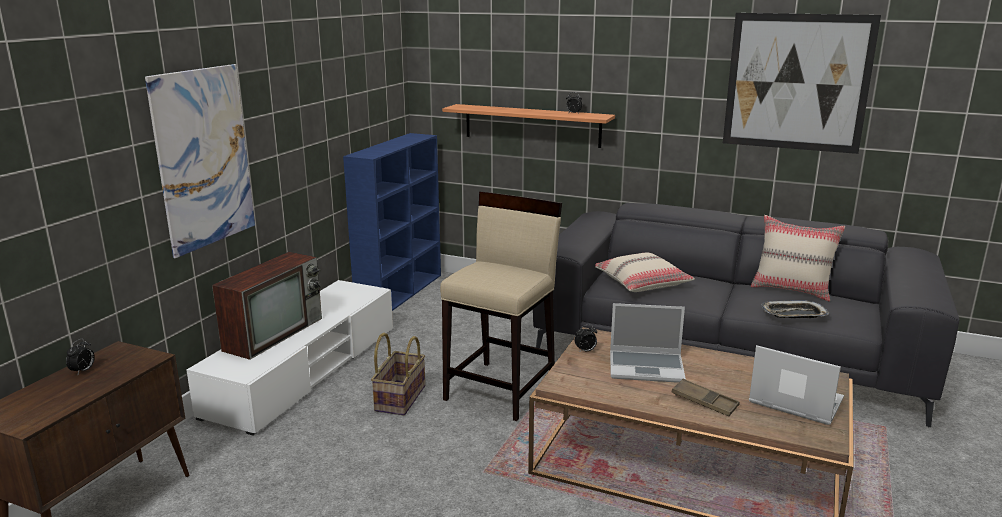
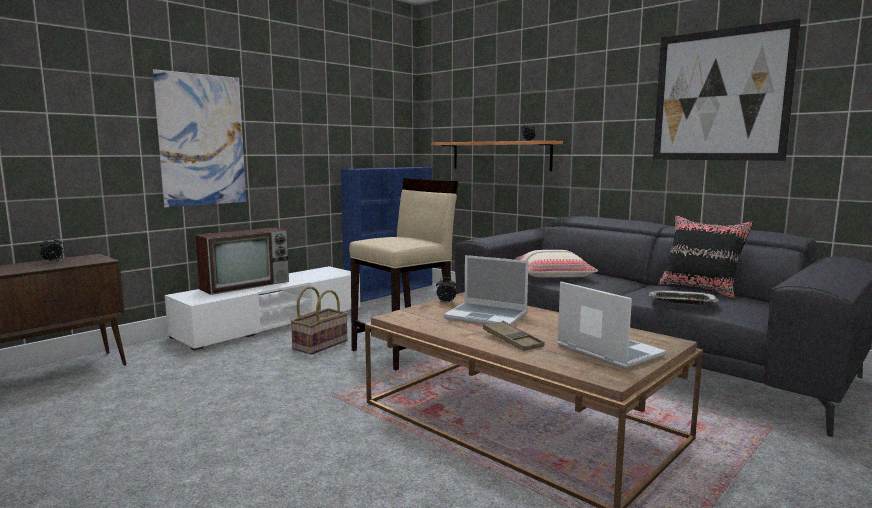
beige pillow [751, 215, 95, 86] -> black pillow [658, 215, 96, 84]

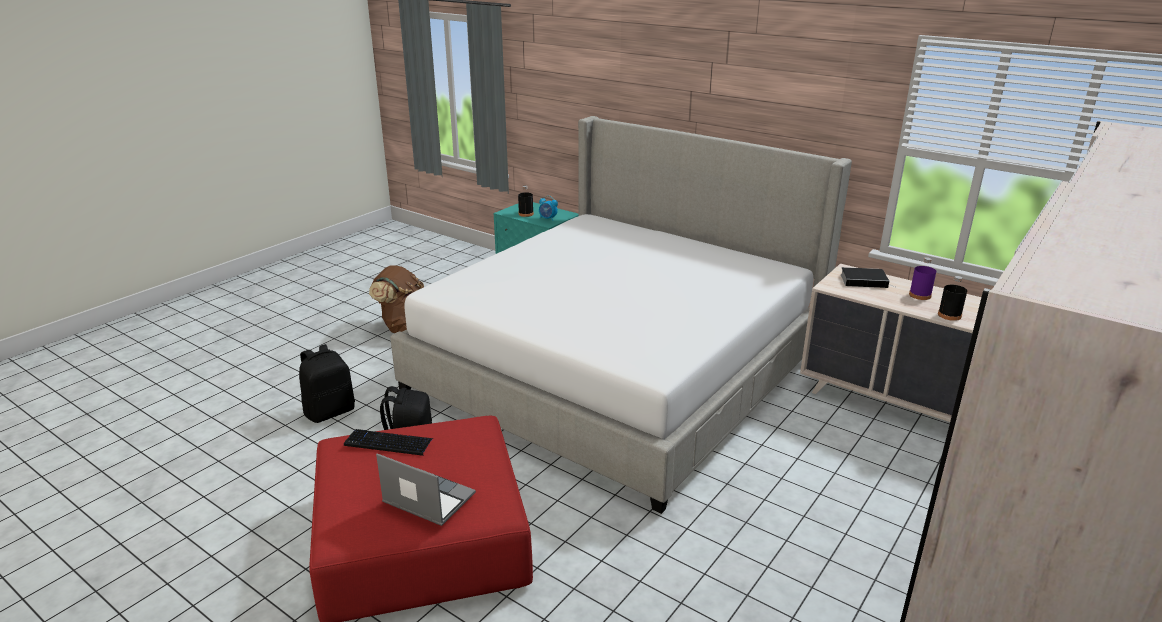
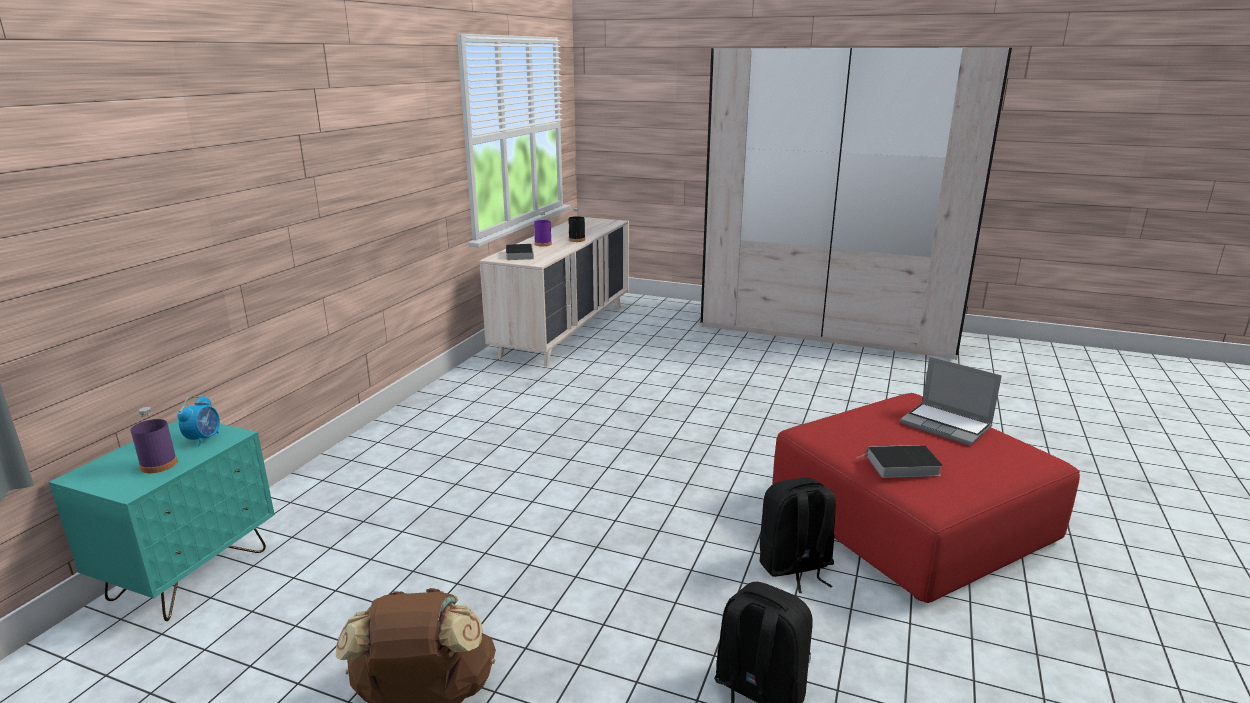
bed [390, 116, 462, 398] -> none
keyboard [344, 429, 90, 27] -> book [856, 445, 87, 33]
black bottle [518, 186, 16, 31] -> purple bottle [131, 407, 47, 66]
laptop [376, 453, 100, 73] -> laptop [900, 357, 102, 88], 60 degrees counterclockwise

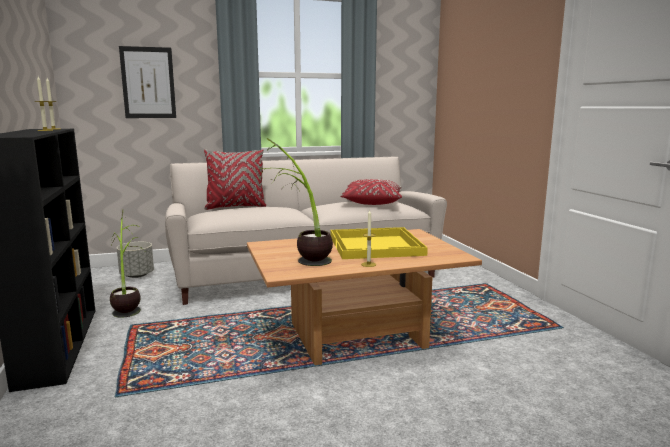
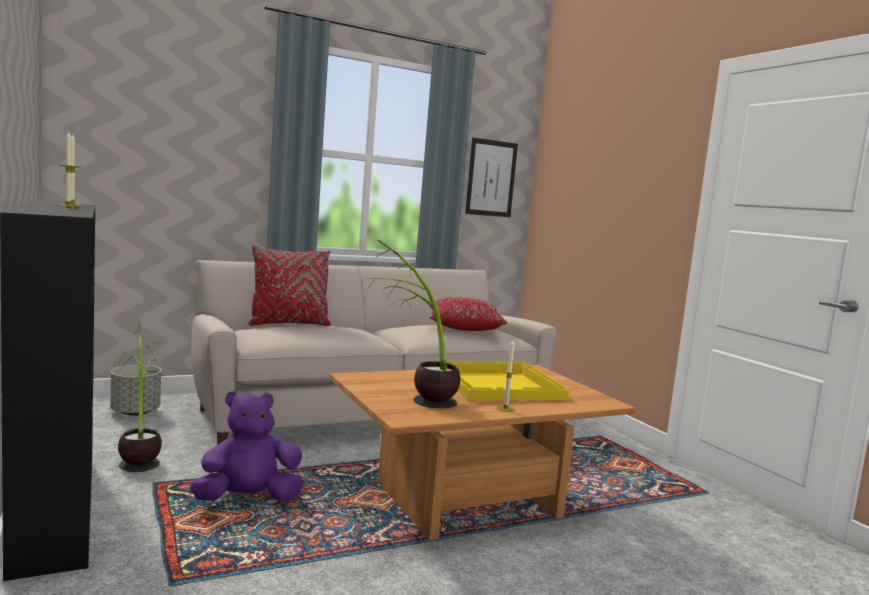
none -> purple plush toy [190, 391, 113, 110]
picture [119, 46, 57, 72] -> picture [465, 138, 53, 79], moved

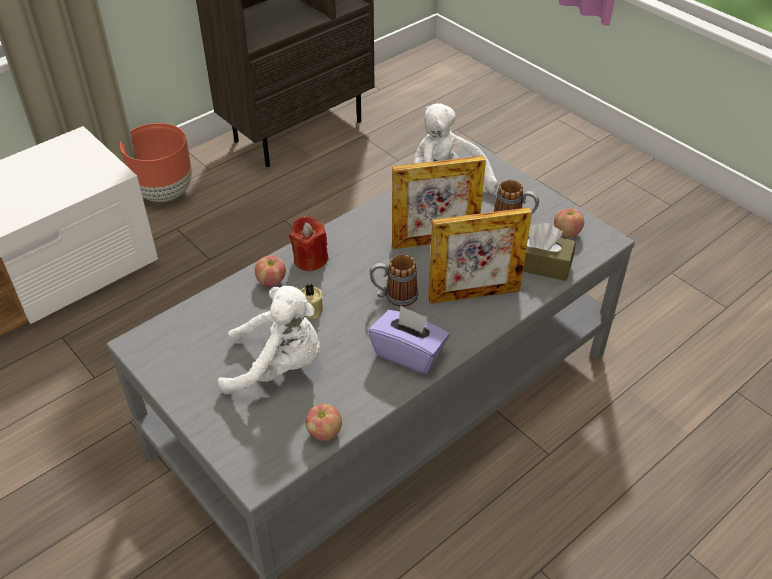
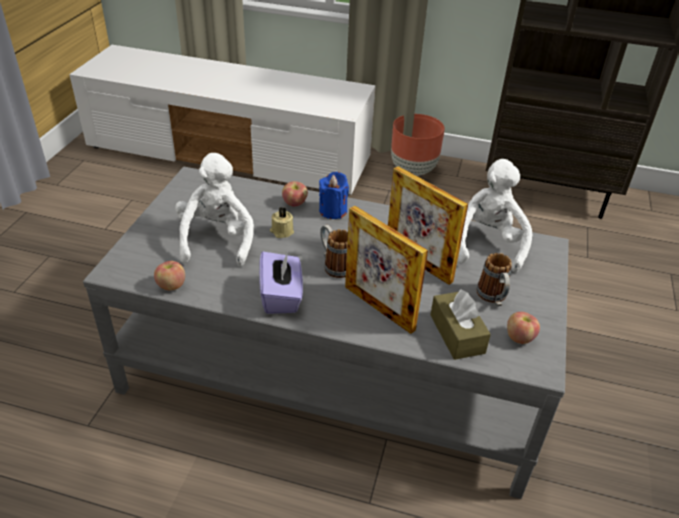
red candle [289, 215, 40, 56] -> blue candle [319, 172, 30, 47]
white plush toy [217, 286, 103, 108] -> white plush toy [175, 153, 79, 113], 150 degrees counterclockwise

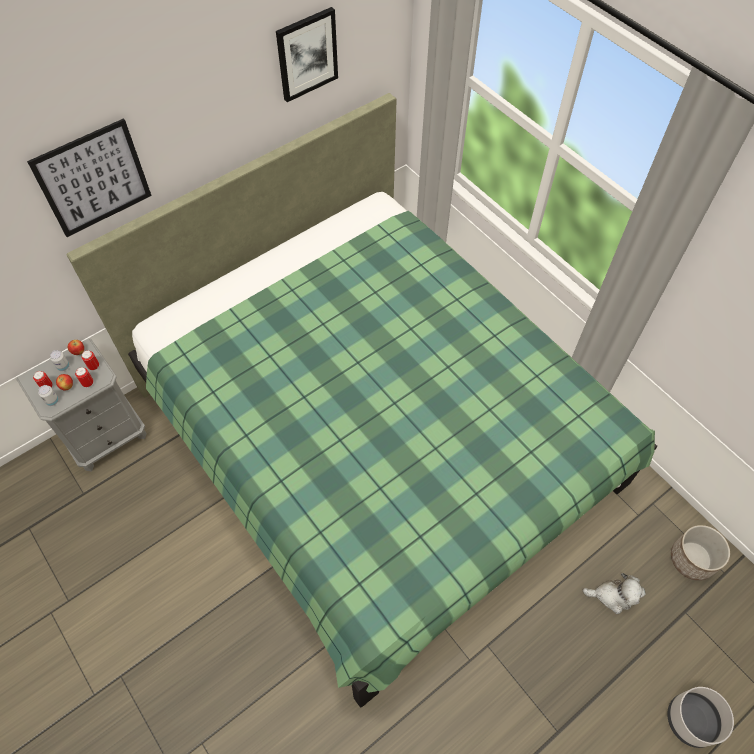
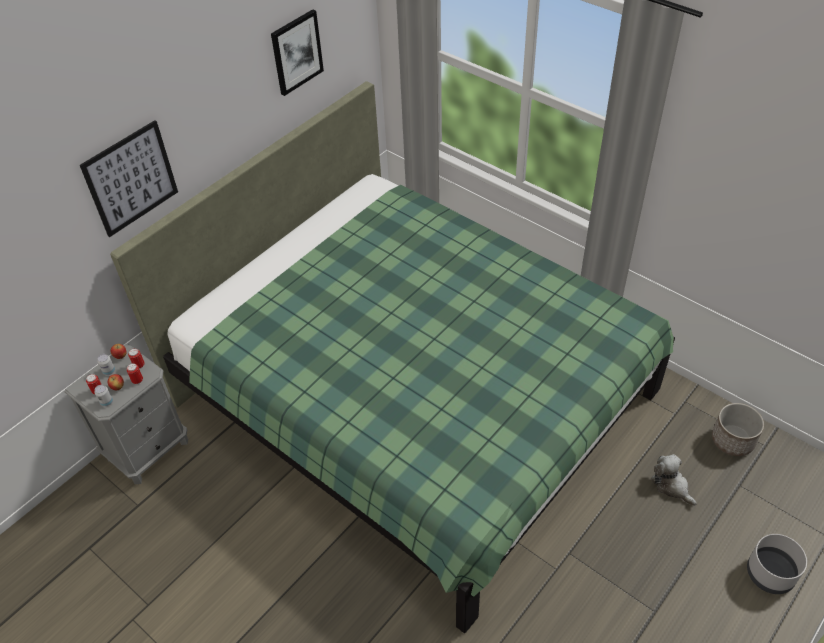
plush toy [582, 573, 64, 41] -> plush toy [651, 454, 46, 52], 120 degrees counterclockwise

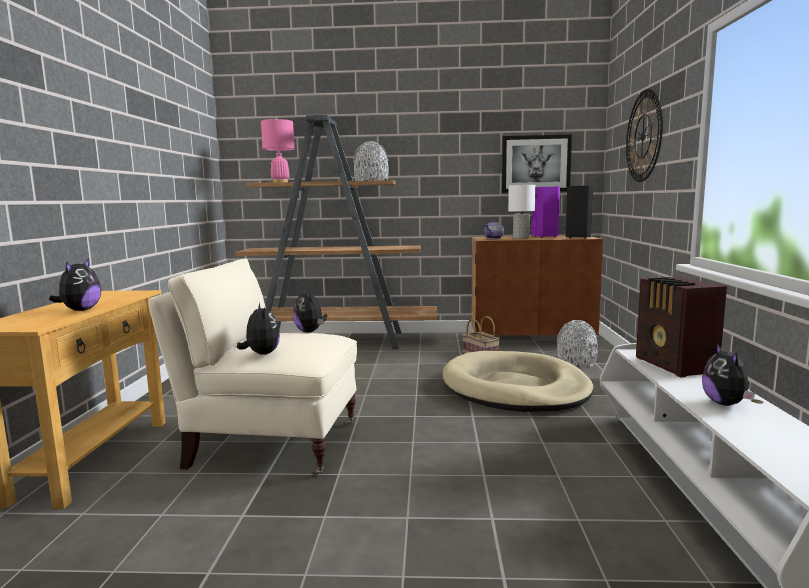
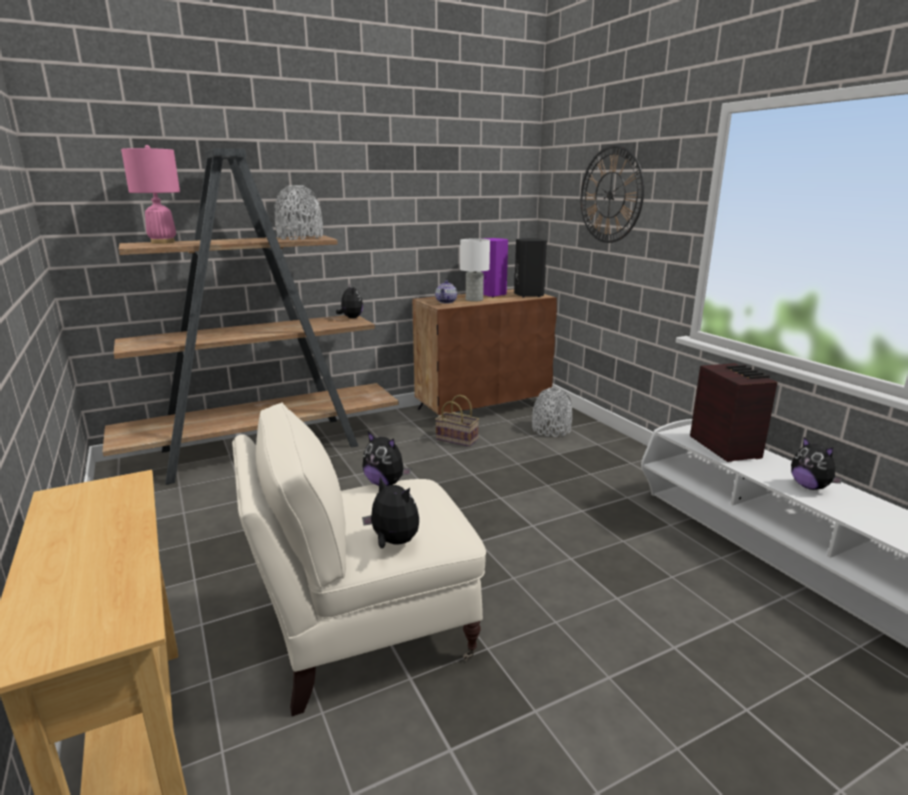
beige dog bed [443, 351, 151, 61] -> none
picture [502, 134, 70, 59] -> none
plush toy [49, 258, 52, 53] -> plush toy [336, 284, 27, 34], moved
radio [636, 277, 91, 101] -> radio [690, 363, 88, 99], 150 degrees counterclockwise

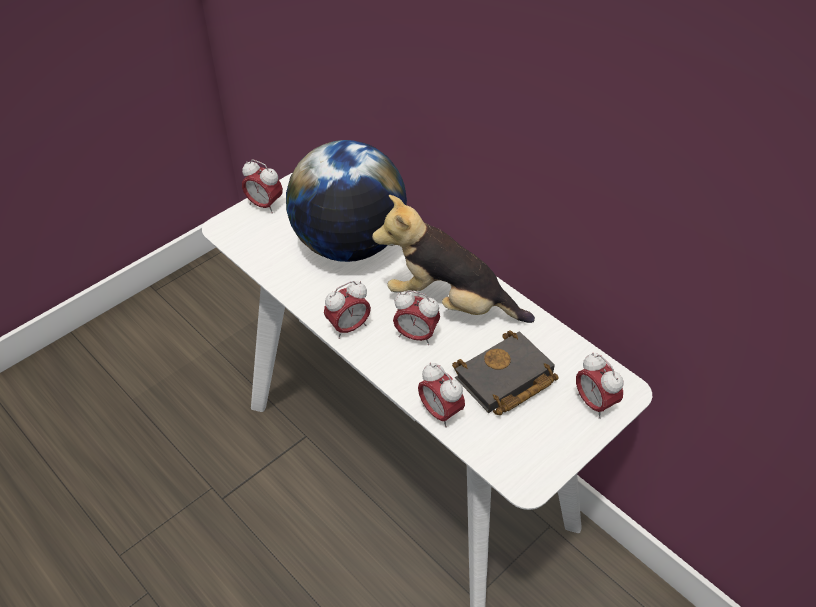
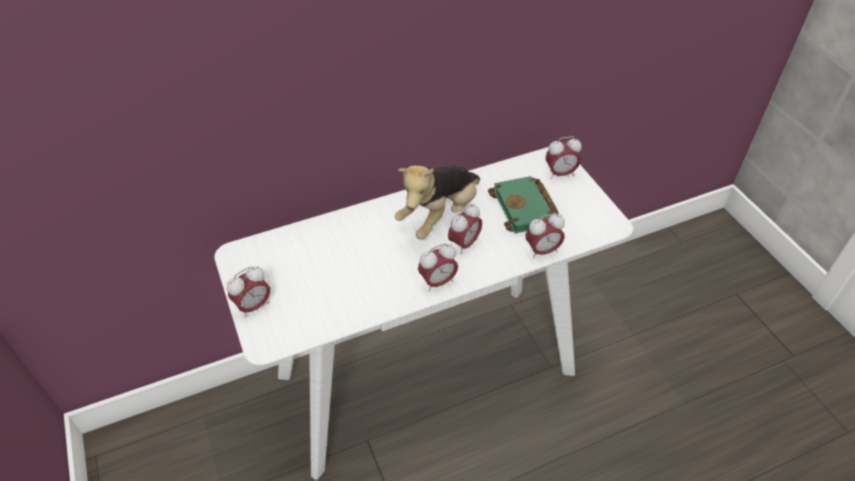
globe [286, 140, 121, 122] -> none
black book [452, 330, 106, 85] -> green book [488, 176, 71, 57]
alarm clock [324, 281, 47, 58] -> alarm clock [418, 244, 40, 48], 75 degrees clockwise

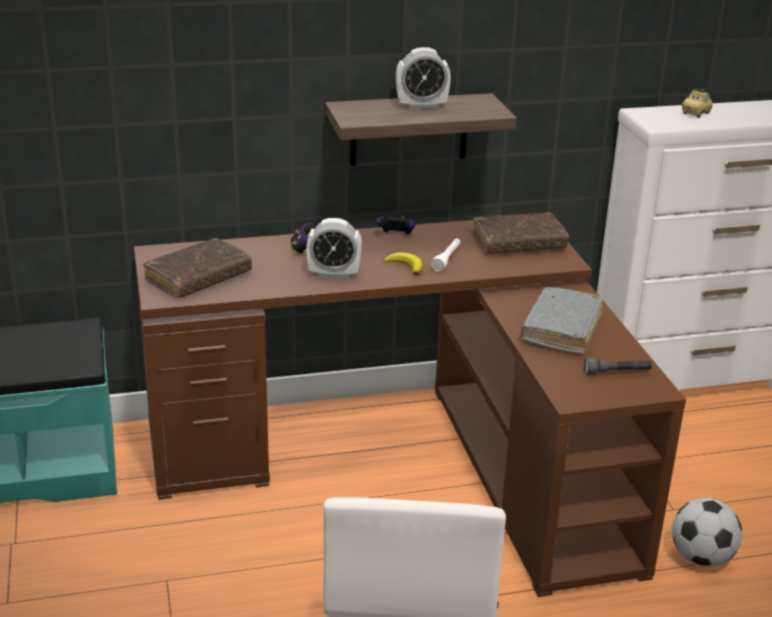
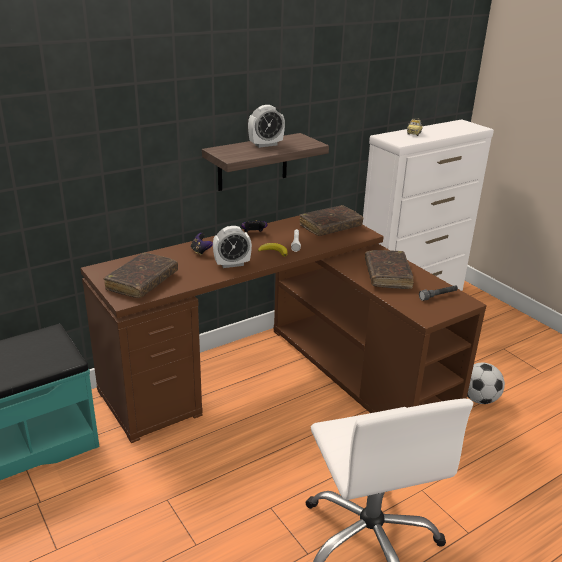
grey book [521, 287, 82, 67] -> brown book [365, 250, 49, 39]

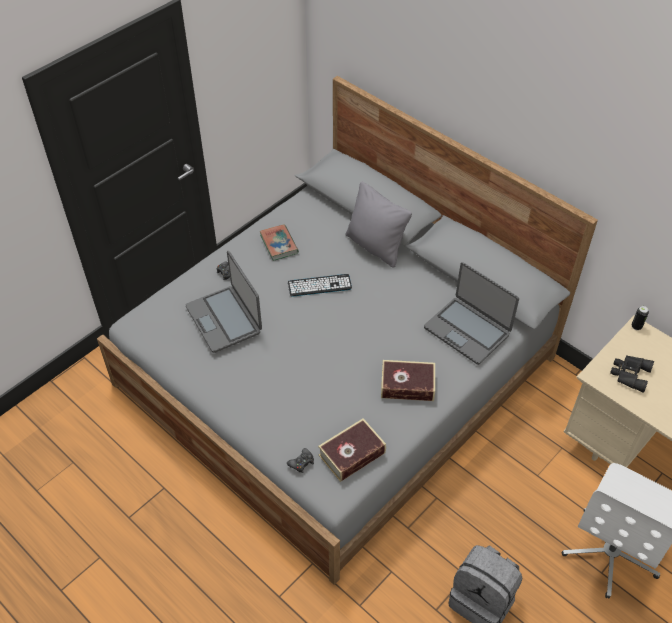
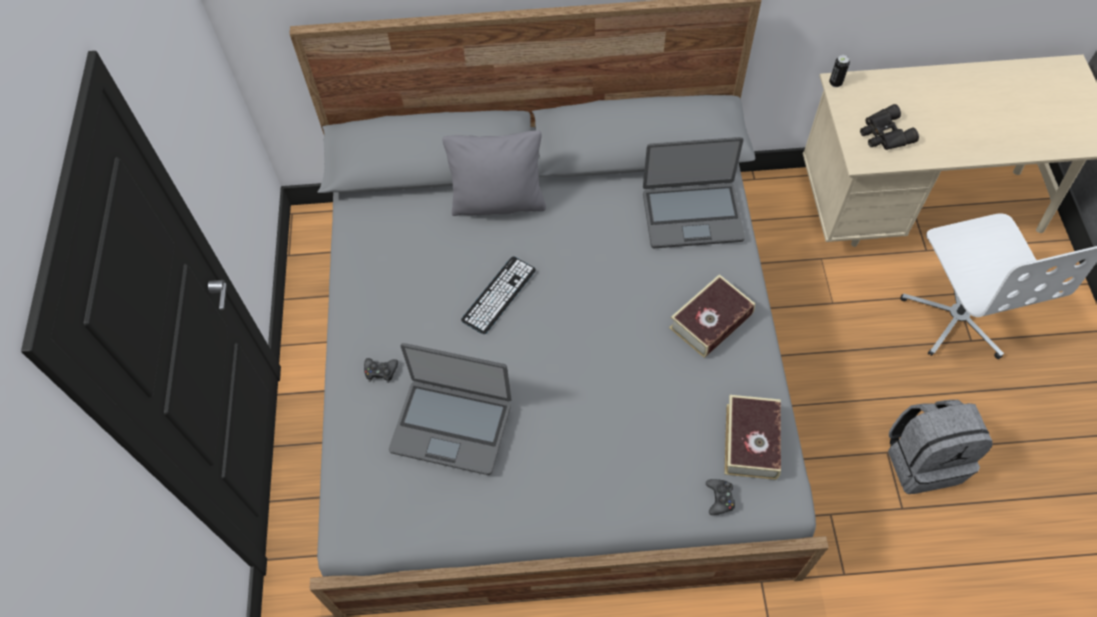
book [259, 224, 40, 37] -> none

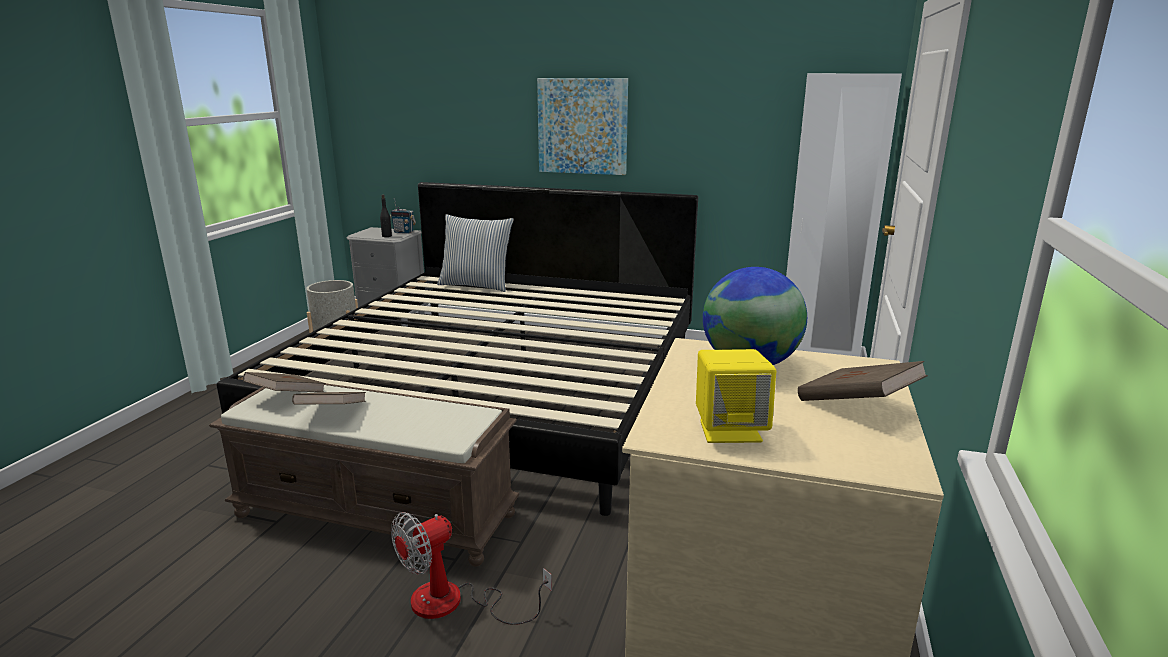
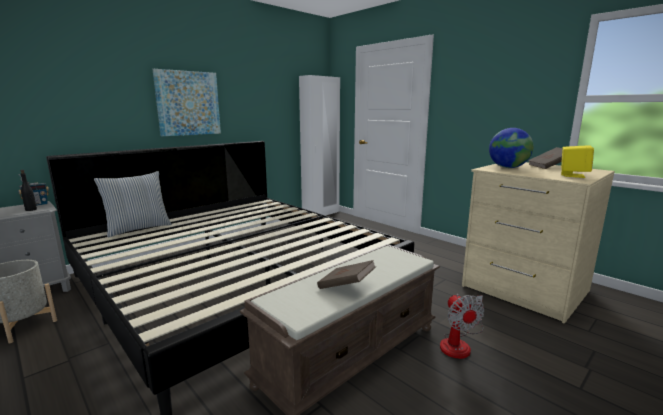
brown book [243, 372, 82, 20] -> none

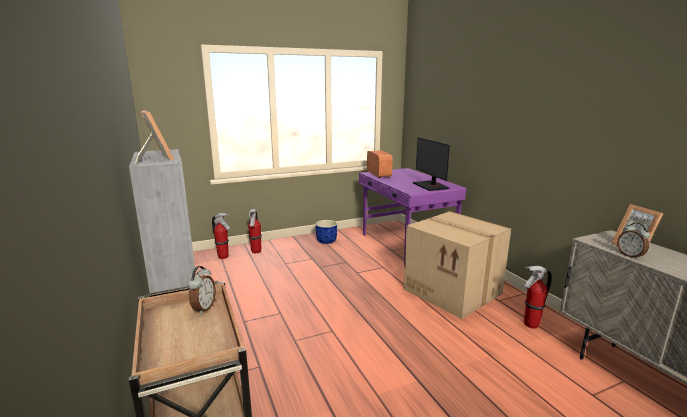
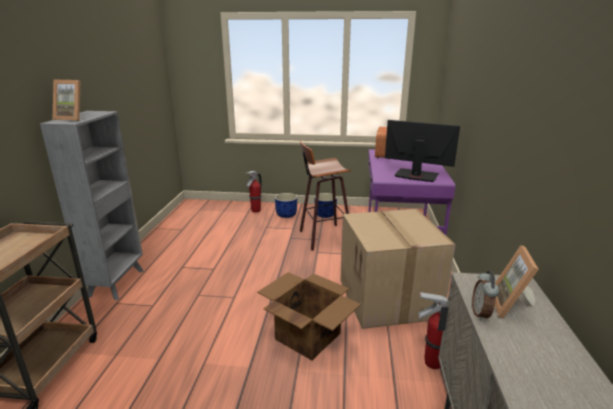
alarm clock [187, 266, 29, 49] -> none
fire extinguisher [212, 213, 18, 46] -> none
none -> cardboard box [257, 272, 104, 88]
none -> blue planter [275, 193, 22, 25]
none -> stool [299, 140, 52, 111]
picture frame [135, 110, 39, 53] -> picture frame [53, 79, 27, 42], 105 degrees clockwise
monitor [413, 137, 37, 54] -> monitor [385, 120, 75, 62], 105 degrees clockwise

